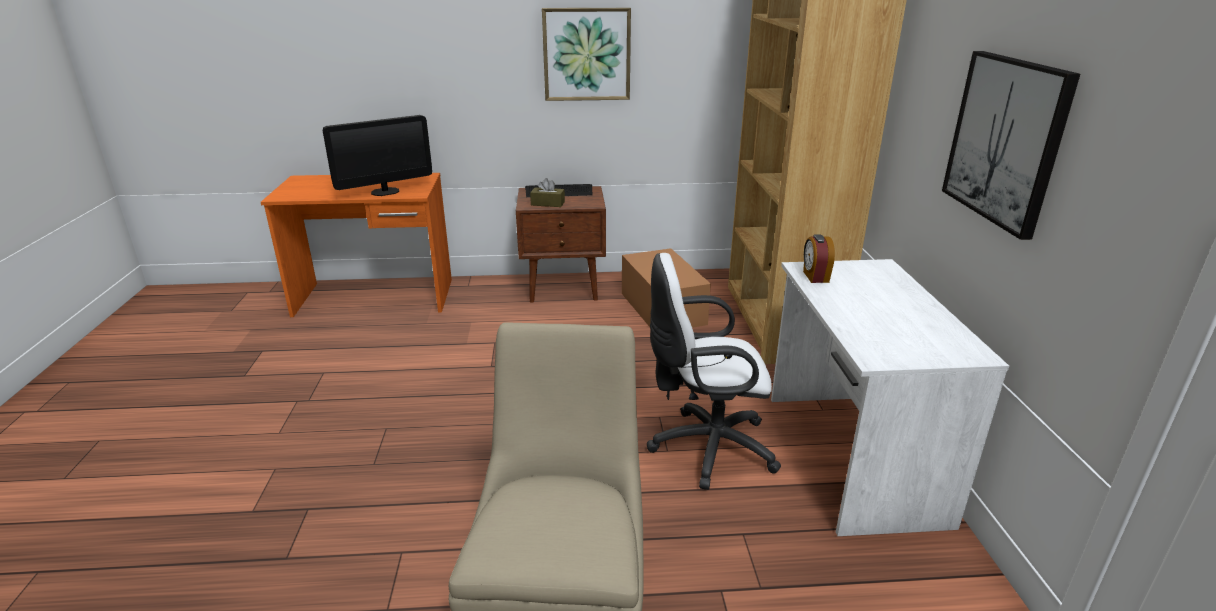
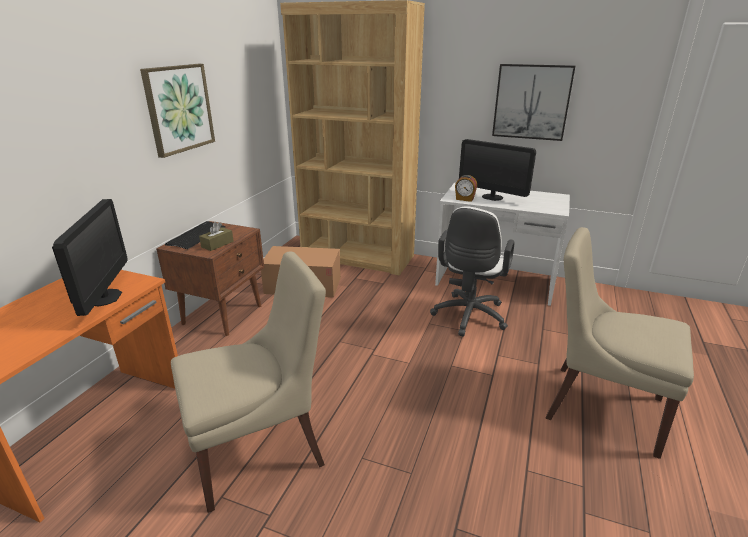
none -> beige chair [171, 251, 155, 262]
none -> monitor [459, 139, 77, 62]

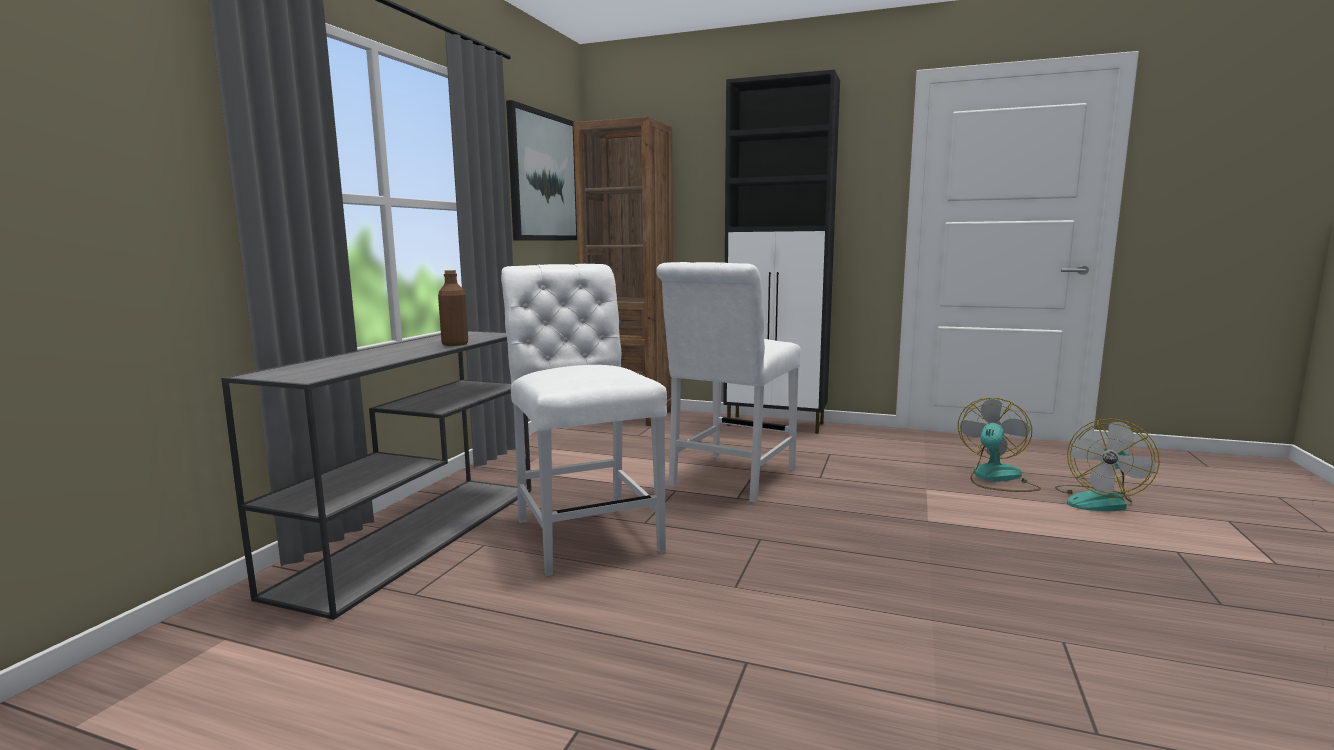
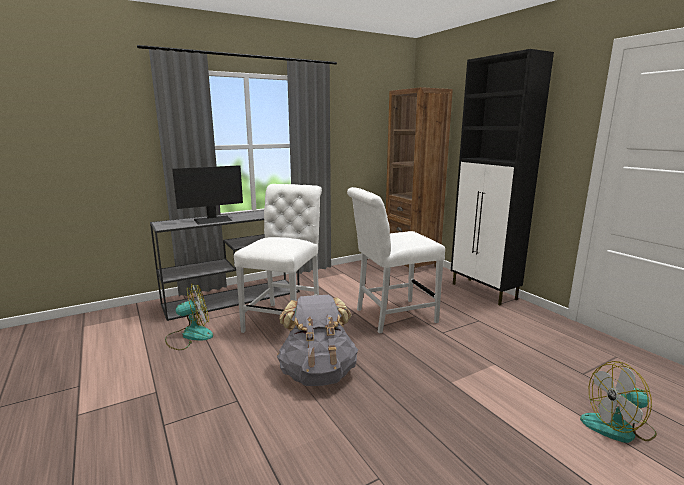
brown bottle [438, 270, 30, 76] -> none
picture [506, 100, 71, 141] -> none
none -> monitor [172, 165, 71, 60]
none -> grey backpack [277, 295, 81, 91]
fan [958, 398, 83, 94] -> fan [165, 284, 48, 66], moved

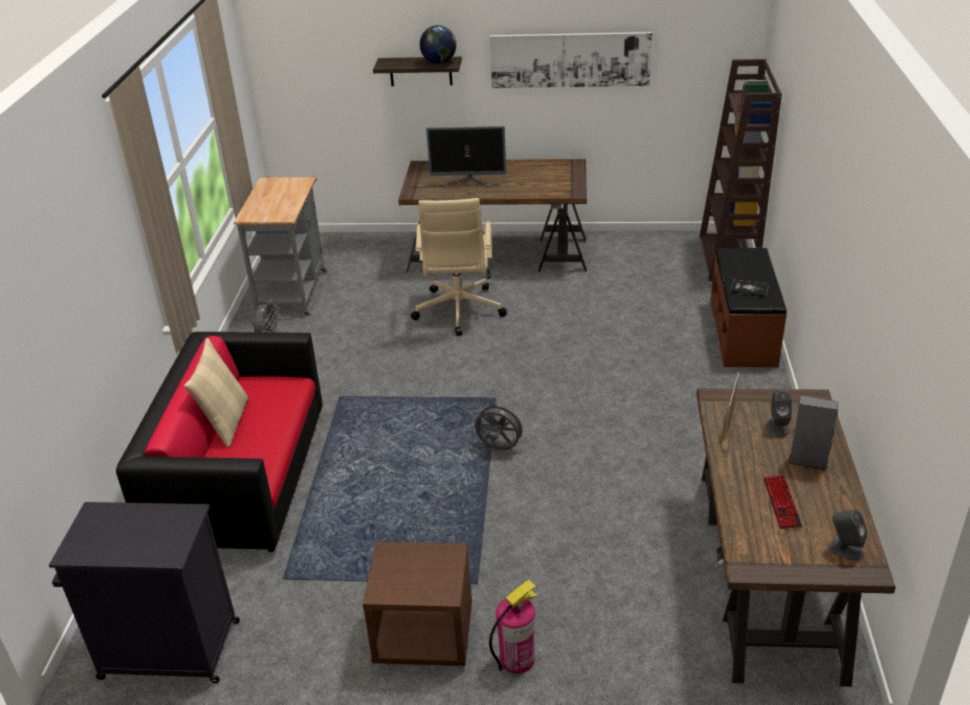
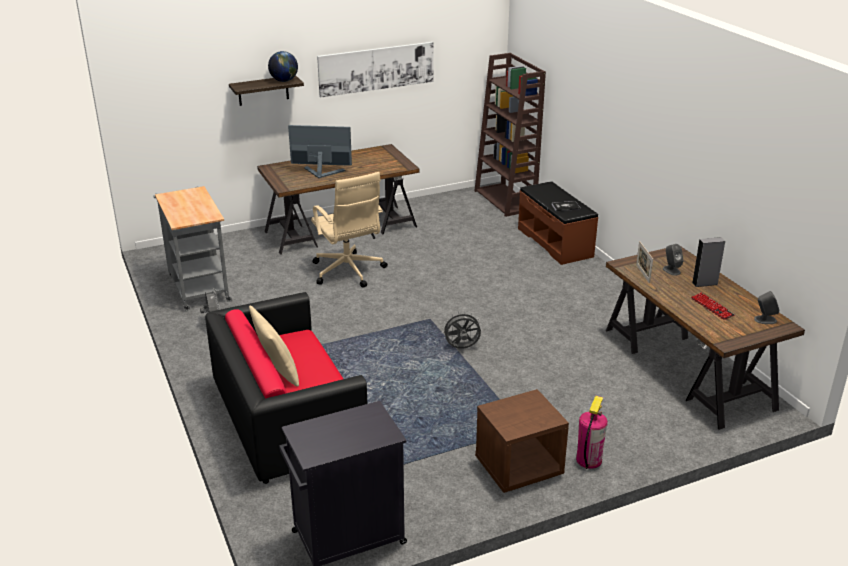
monitor [426, 126, 80, 62] -> monitor [288, 125, 64, 53], 150 degrees counterclockwise

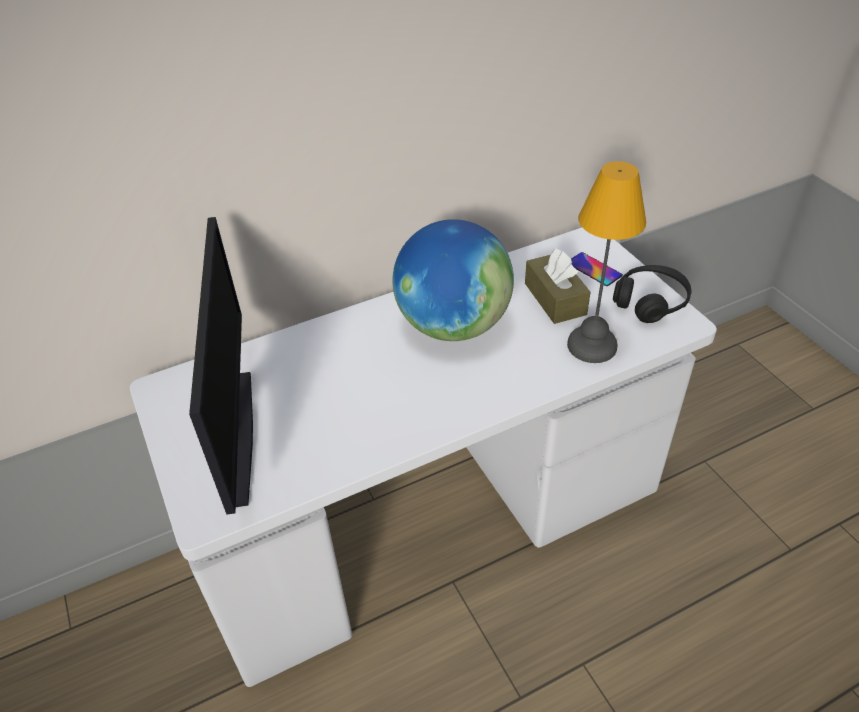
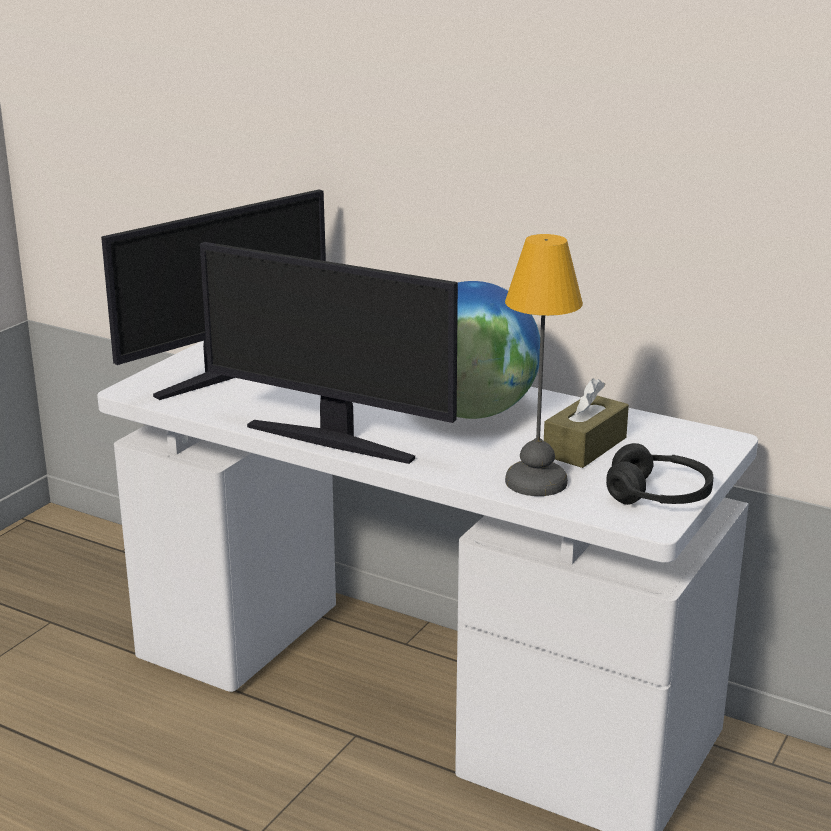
phone [571, 252, 52, 34] -> none
none -> monitor [200, 242, 258, 222]

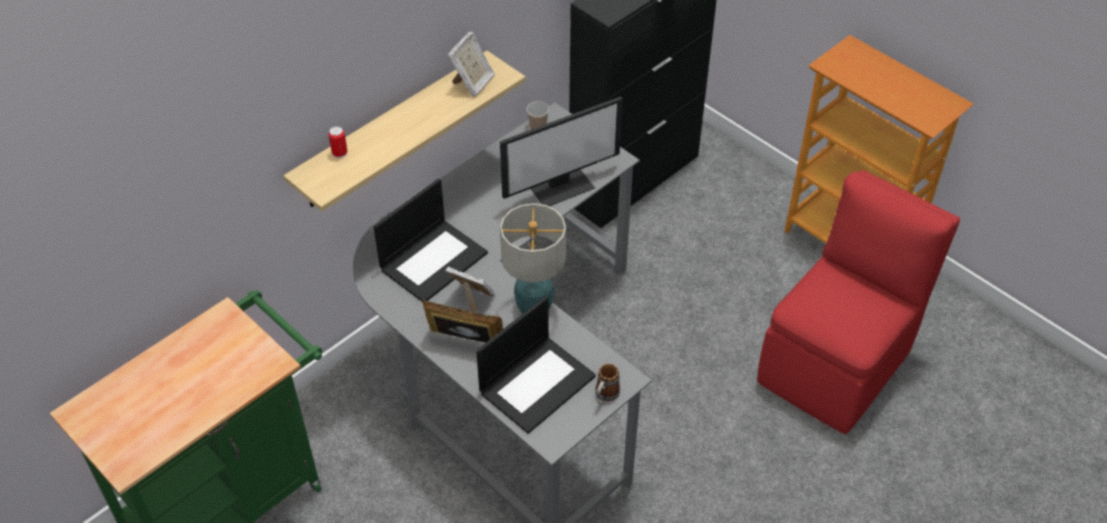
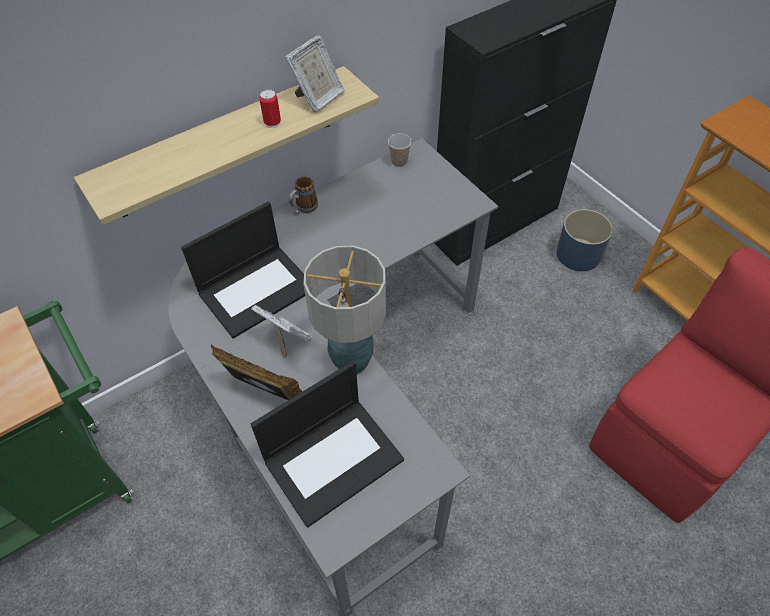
monitor [500, 96, 123, 110] -> none
none -> blue planter [557, 209, 56, 62]
can [329, 126, 18, 32] -> can [259, 89, 22, 39], moved
mug [595, 363, 25, 41] -> mug [289, 176, 29, 38], moved

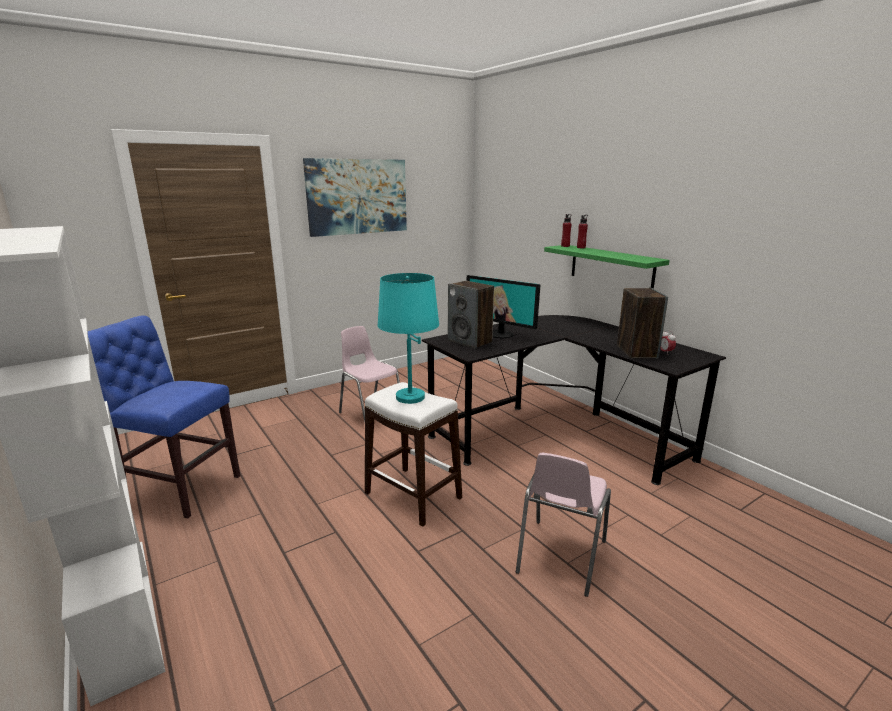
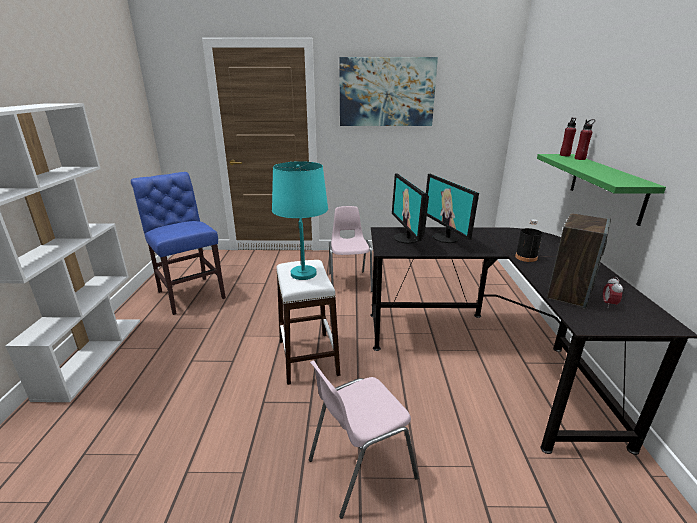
none -> black bottle [515, 219, 28, 43]
speaker [448, 281, 46, 68] -> monitor [392, 173, 37, 71]

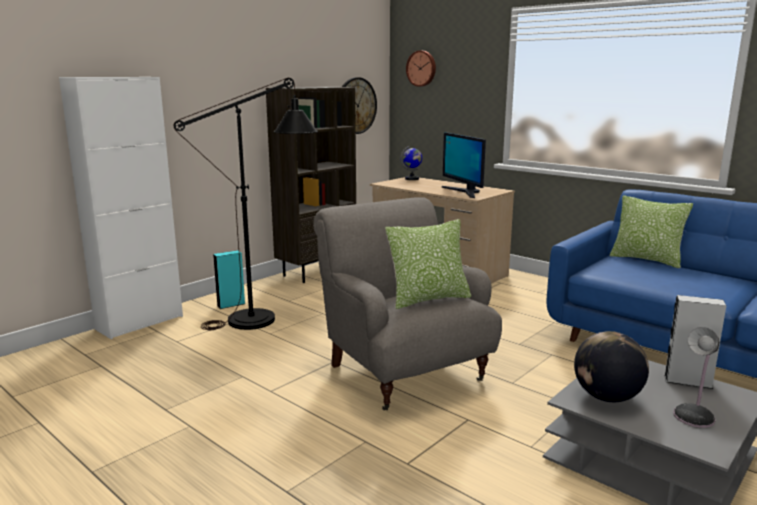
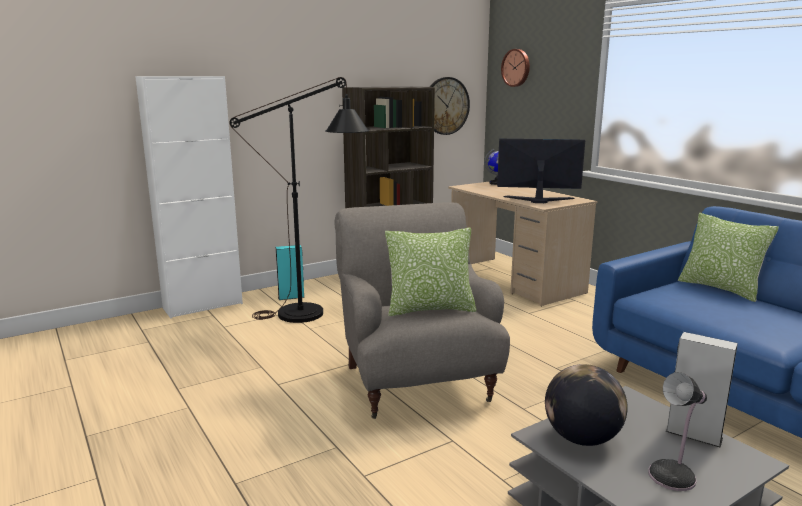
monitor [442, 132, 44, 66] -> monitor [497, 138, 88, 65], 105 degrees clockwise

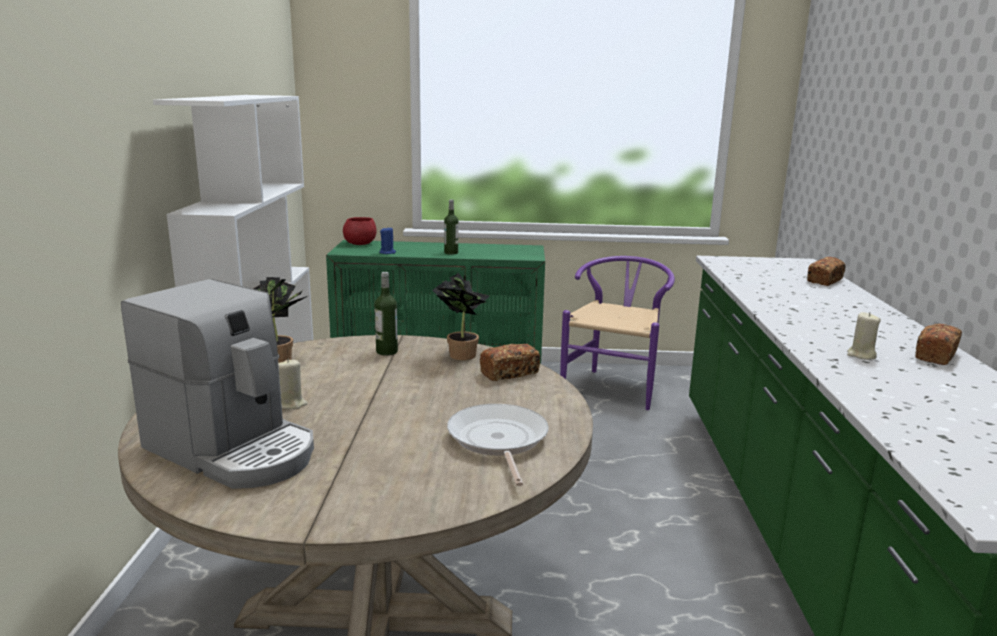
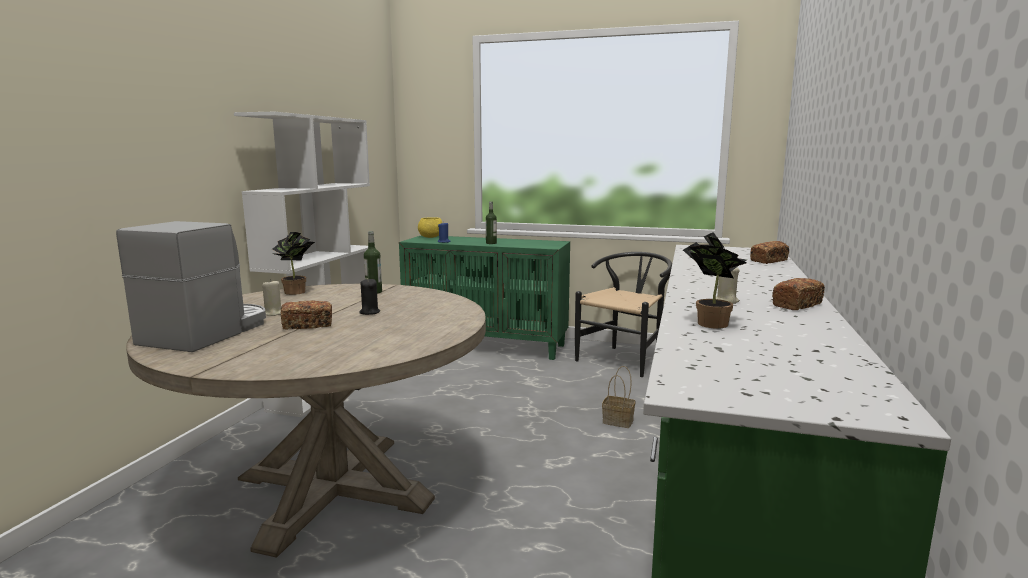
frying pan [447, 404, 102, 82] -> none
none -> black candle [360, 279, 20, 36]
none -> basket [602, 366, 33, 62]
potted plant [432, 273, 58, 87] -> potted plant [683, 232, 64, 97], moved
bread [480, 344, 60, 37] -> bread [281, 300, 51, 30], moved
red bowl [343, 217, 34, 28] -> yellow bowl [418, 217, 24, 21]
purple chair [560, 256, 115, 154] -> black chair [575, 252, 97, 125]
coffee machine [121, 279, 193, 210] -> coffee machine [116, 221, 150, 131], 120 degrees counterclockwise

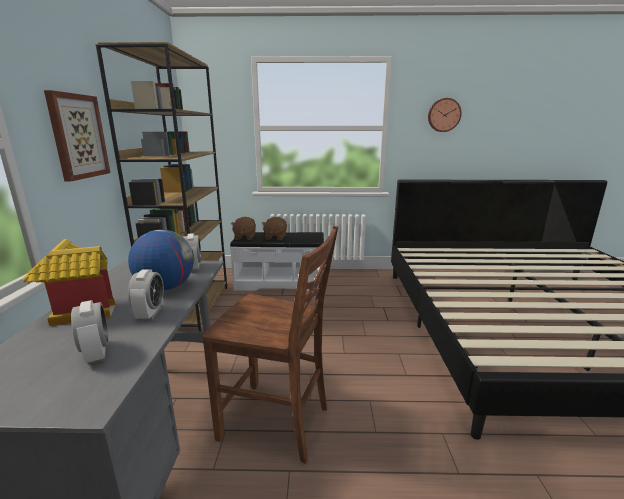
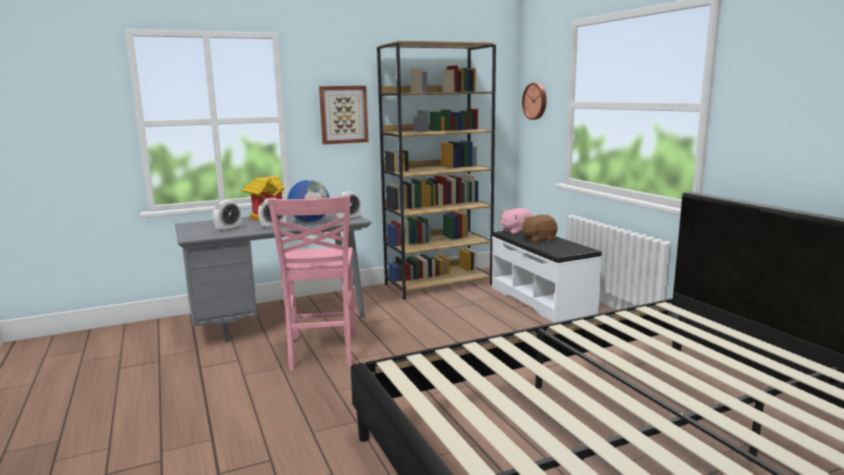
wall clock [428, 98, 34, 34] -> wall clock [522, 83, 25, 37], moved
brown chair [202, 226, 136, 238] -> pink chair [268, 195, 88, 176]
brown plush toy [231, 217, 25, 23] -> pink plush toy [501, 208, 32, 27]

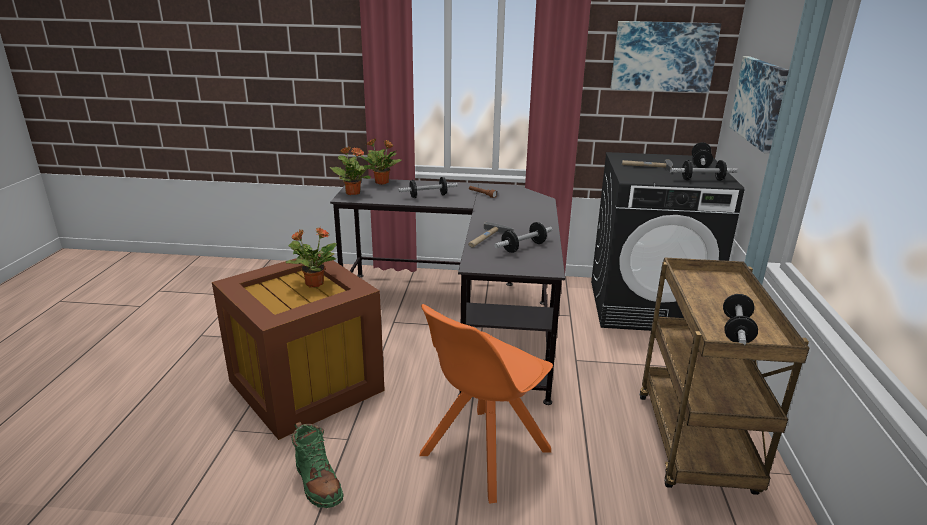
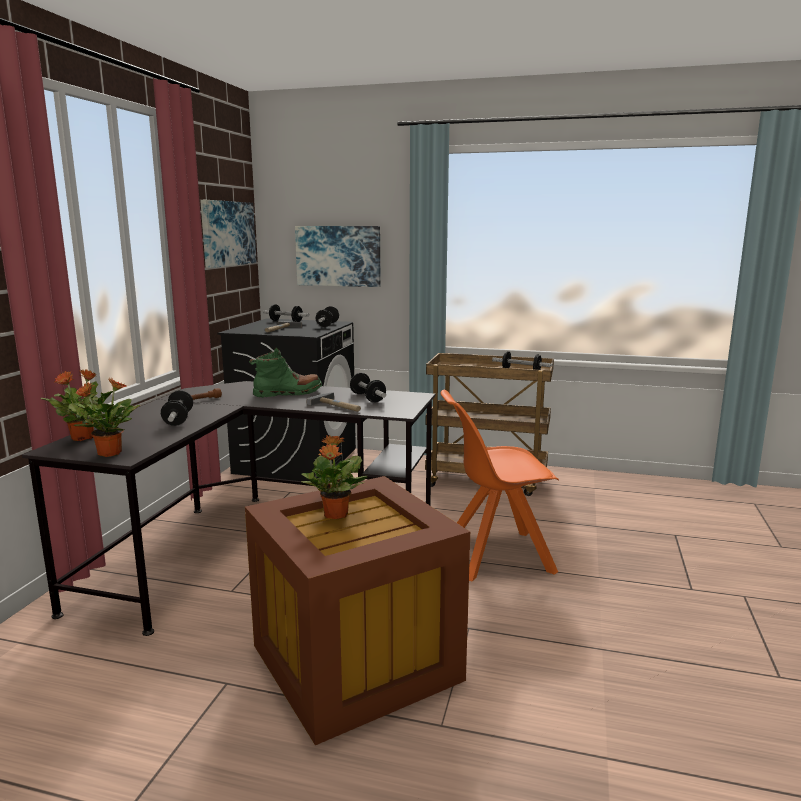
green boot [291, 421, 52, 87] -> green boot [249, 348, 73, 50], moved
orange chair [419, 304, 134, 200] -> orange chair [441, 390, 118, 191], 120 degrees clockwise

